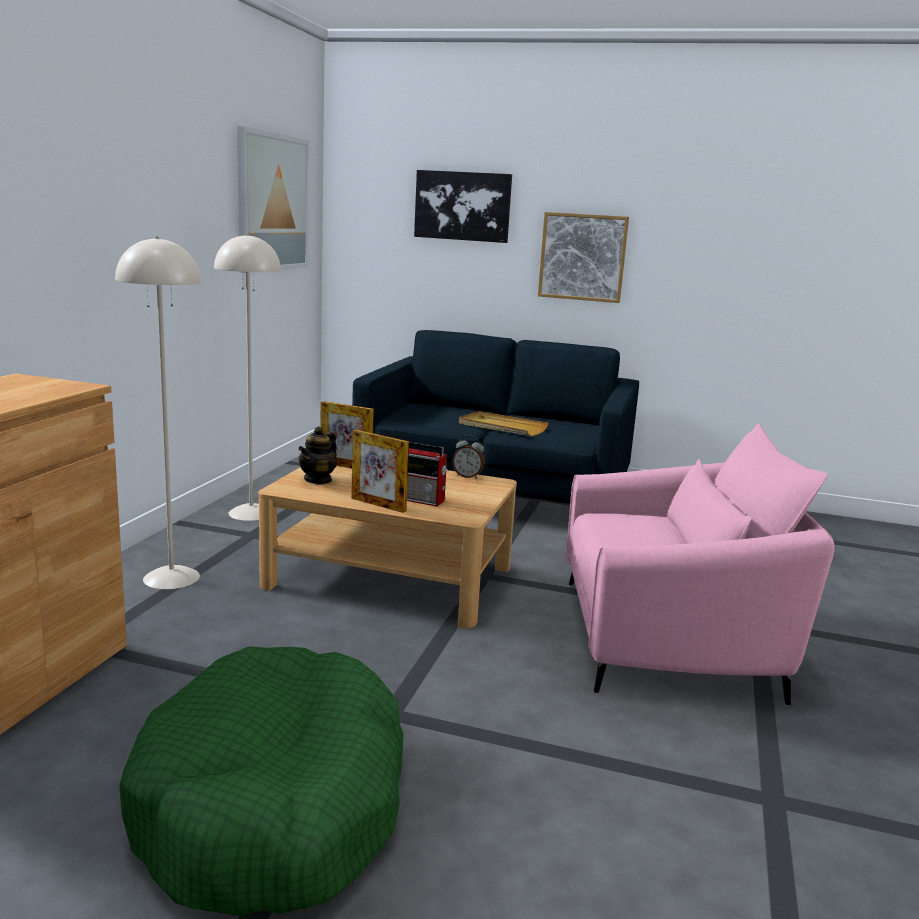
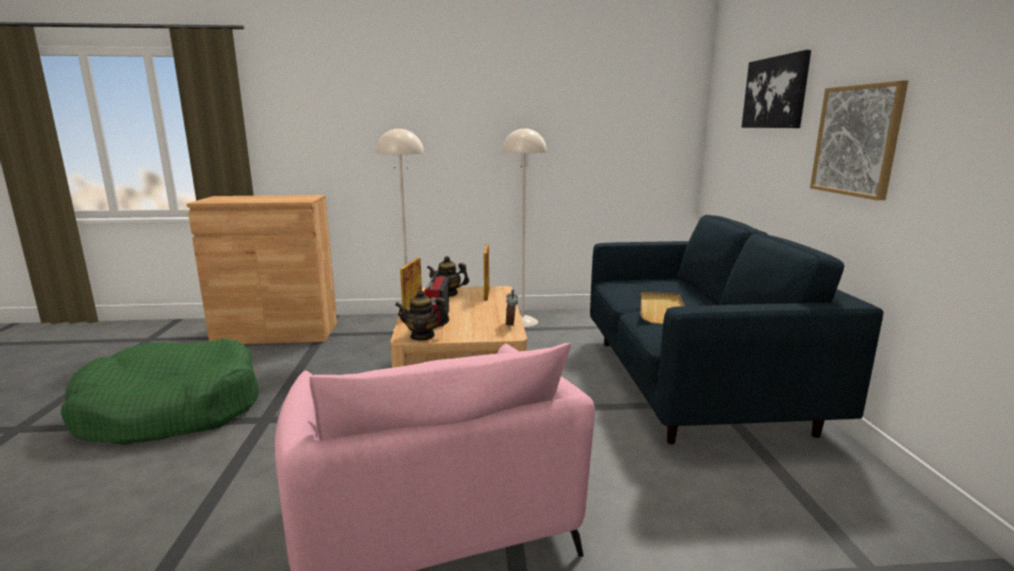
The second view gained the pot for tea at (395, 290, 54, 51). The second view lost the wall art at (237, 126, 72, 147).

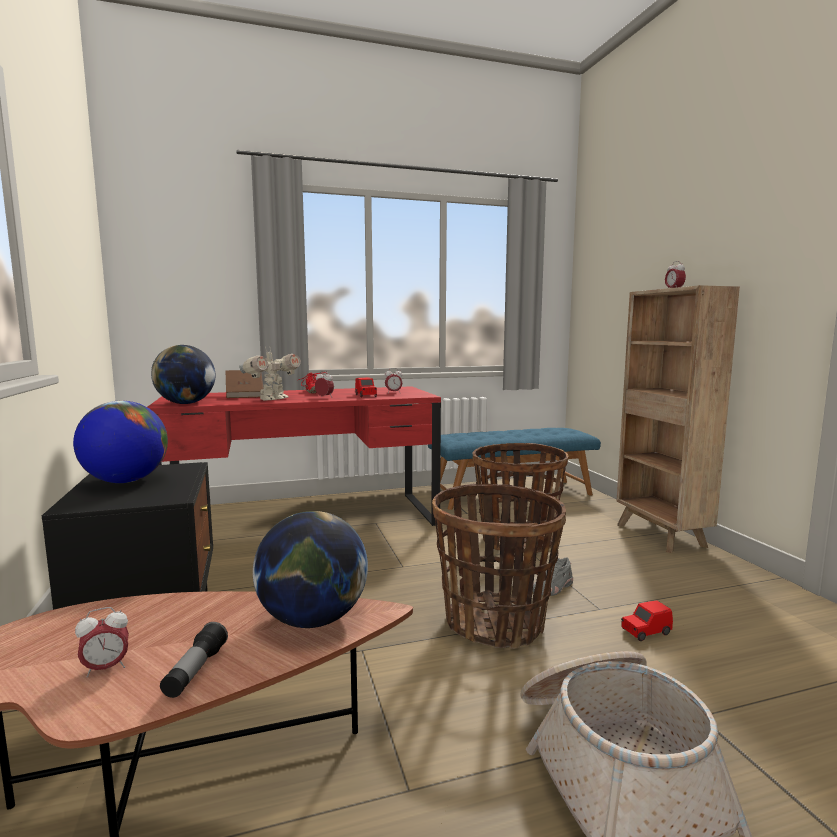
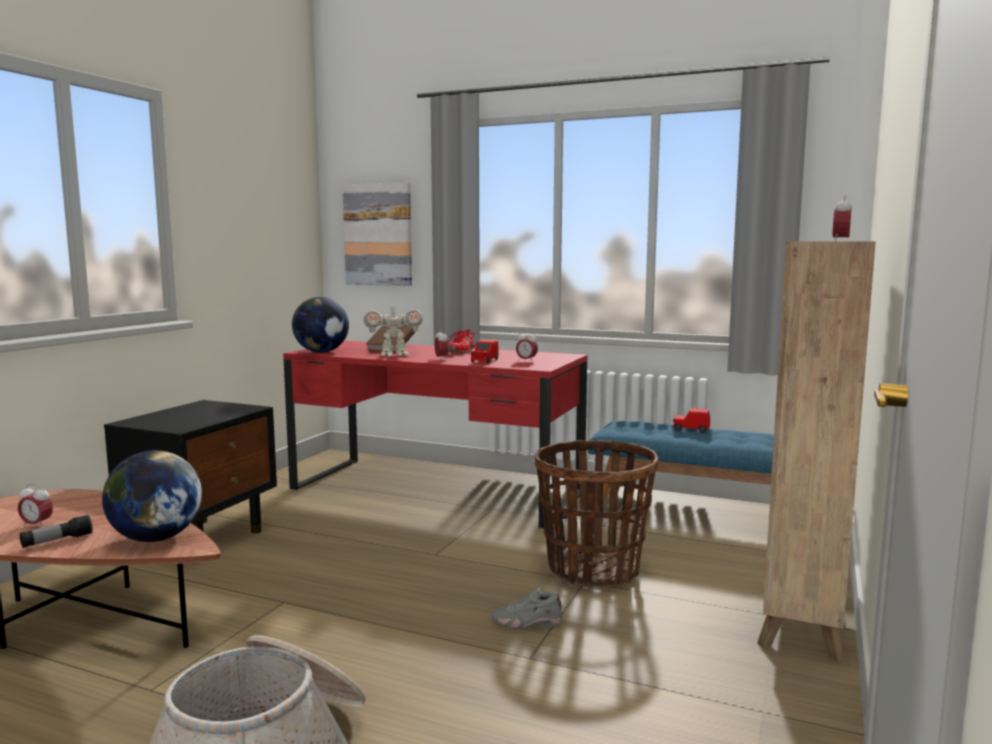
The second view gained the wall art at (342, 182, 70, 104). The red miniature car ended up elsewhere, having gone from (621, 601, 52, 40) to (673, 408, 37, 25). The second view lost the world globe at (73, 401, 95, 82). The second view lost the storage basket at (432, 483, 134, 166).

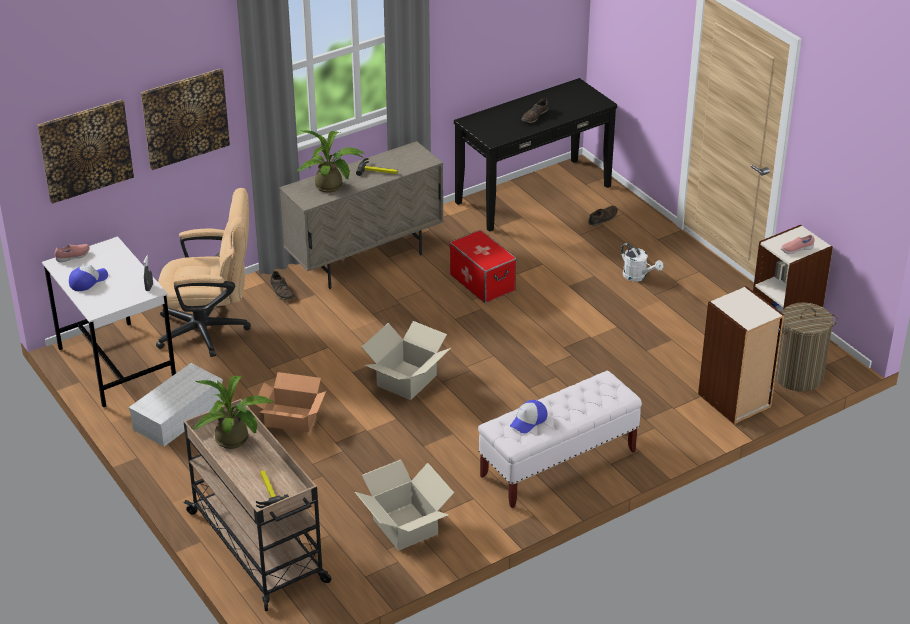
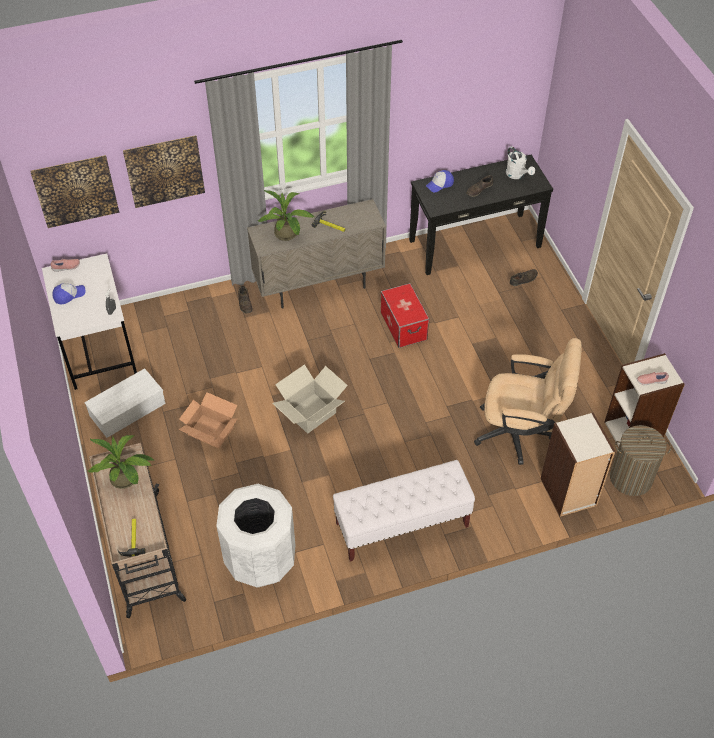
Where the cardboard box stood at (355, 460, 99, 91), the white-coloured rubbish bin came to stand at (216, 484, 79, 103). The peaked cap ended up elsewhere, having gone from (510, 400, 38, 33) to (426, 170, 28, 23). The beige desk chair ended up elsewhere, having gone from (156, 188, 95, 169) to (474, 338, 108, 127). The white-coloured watering pot ended up elsewhere, having gone from (621, 243, 42, 39) to (506, 146, 29, 33).

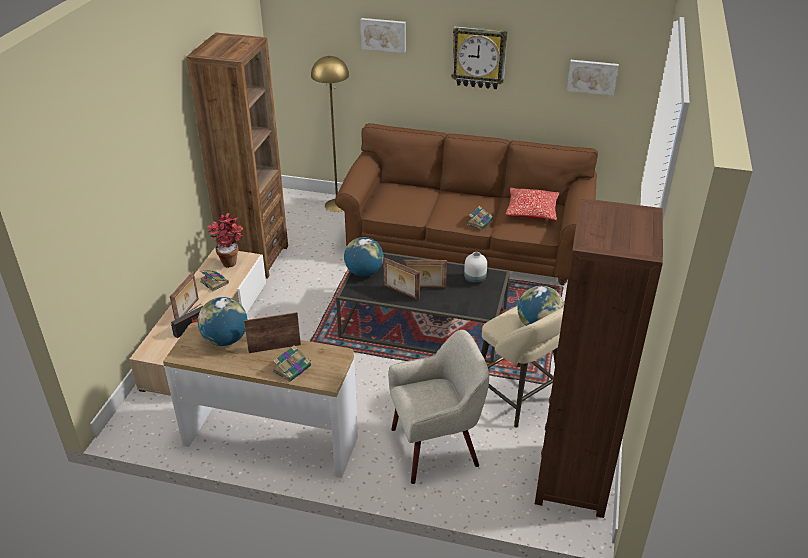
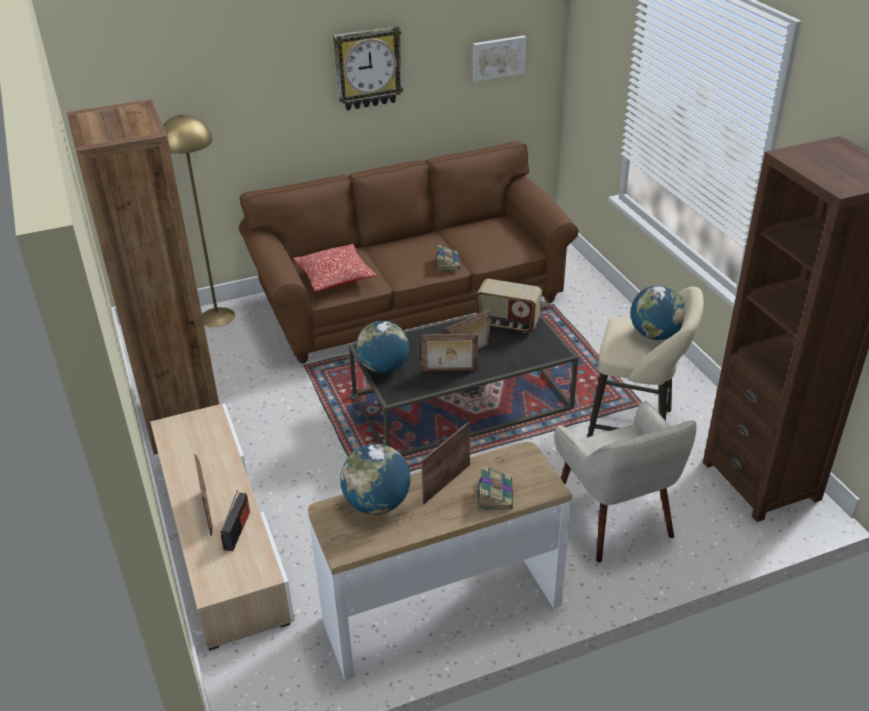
The pillow ended up elsewhere, having gone from (506, 187, 53, 34) to (293, 244, 84, 47). Where the white-coloured decorative vase stood at (464, 252, 23, 32), the radio set came to stand at (476, 279, 66, 54). The beige easy chair at (388, 330, 101, 154) ended up facing another way, 120 degrees clockwise from before. The second view lost the bound book at (200, 270, 29, 22). The second view lost the potted plant at (208, 213, 35, 55). The second view lost the wall art at (361, 18, 45, 35).

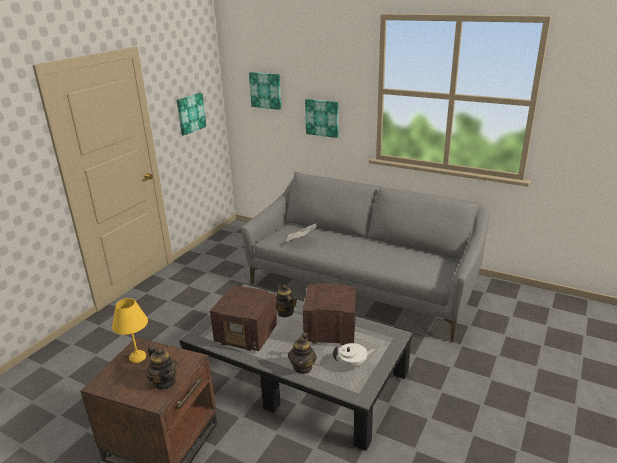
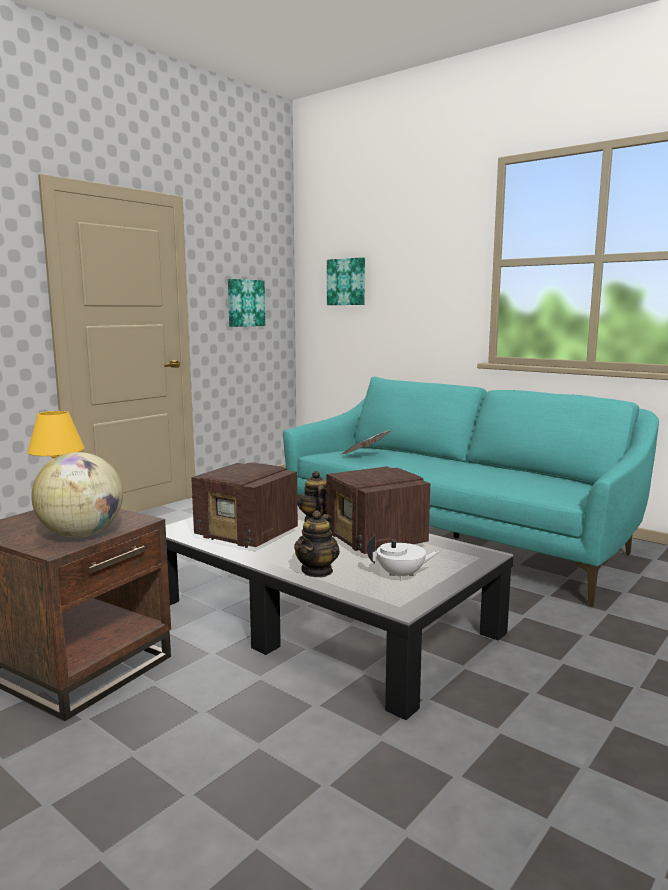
Where the pot for tea stood at (146, 345, 32, 44), the world globe came to stand at (31, 452, 92, 86). What was the grey settee at (241, 172, 249, 170) turned into the blue-green settee at (283, 376, 376, 231). The radio set at (303, 283, 53, 62) ended up facing another way, 135 degrees counterclockwise from before. The second view lost the wall art at (305, 99, 33, 39).

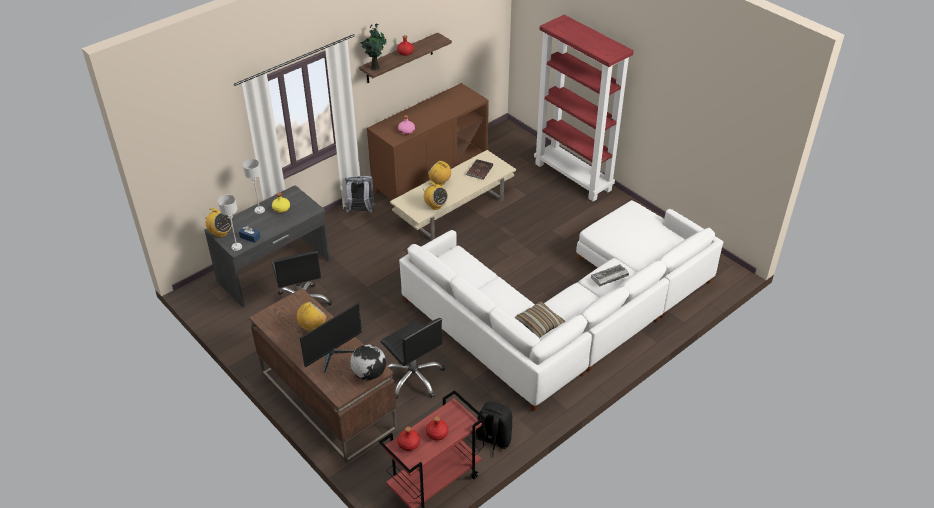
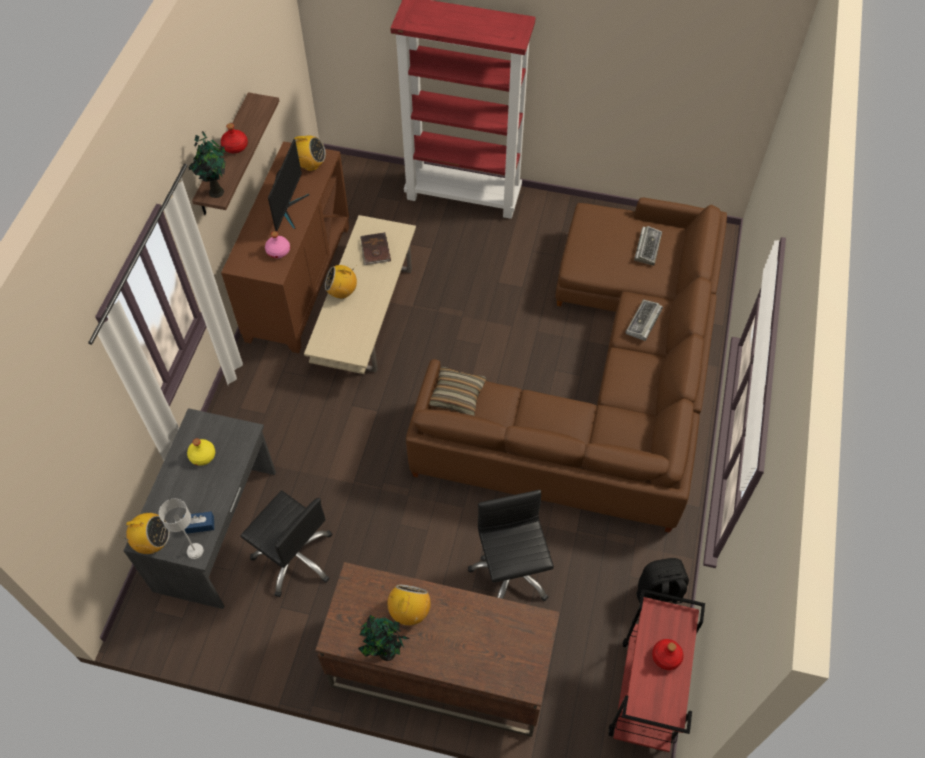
The computer display ended up elsewhere, having gone from (300, 303, 62, 70) to (268, 139, 41, 92). The radio set ended up elsewhere, having gone from (423, 182, 25, 28) to (294, 135, 32, 36). The second view gained the potted plant at (358, 615, 52, 46). What was the white-coloured settee at (399, 200, 324, 212) turned into the brown-coloured settee at (406, 197, 321, 336). The pillow ended up elsewhere, having gone from (515, 301, 50, 37) to (429, 367, 58, 49). The black-coloured desk chair at (381, 318, 64, 81) ended up facing another way, 120 degrees counterclockwise from before. The second view gained the PC keyboard at (634, 226, 28, 40). The second view lost the grey lamp for a table at (243, 159, 22, 55). The second view lost the grey backpack at (345, 176, 31, 38). The second view lost the world globe at (350, 345, 36, 35). The second view lost the red beverage bottle at (397, 426, 23, 25).

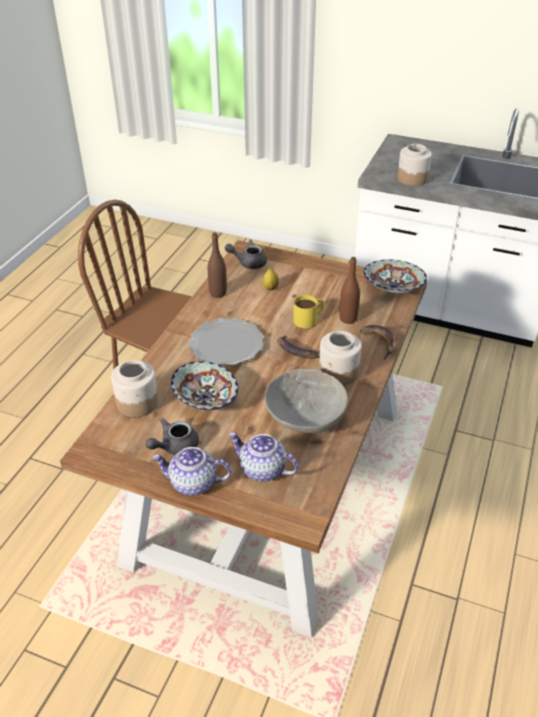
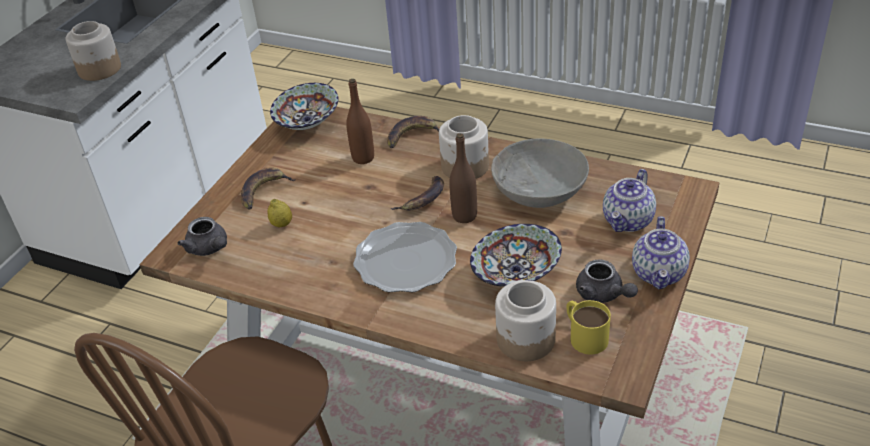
The grey pot for tea at (225, 239, 42, 30) ended up facing another way, 45 degrees counterclockwise from before. The second view gained the whole banana at (241, 168, 55, 41). The brown-coloured beverage bottle ended up elsewhere, having gone from (208, 232, 19, 66) to (449, 133, 28, 90). The yellow-coloured tea mug ended up elsewhere, having gone from (293, 295, 31, 33) to (567, 300, 44, 55).

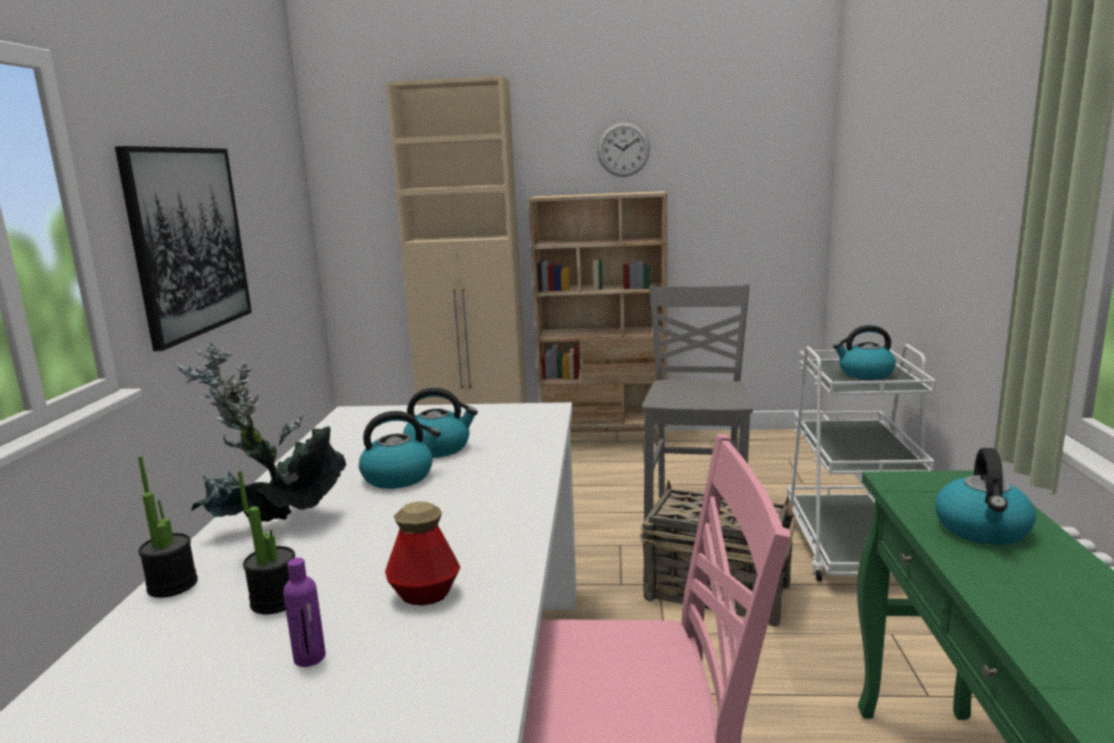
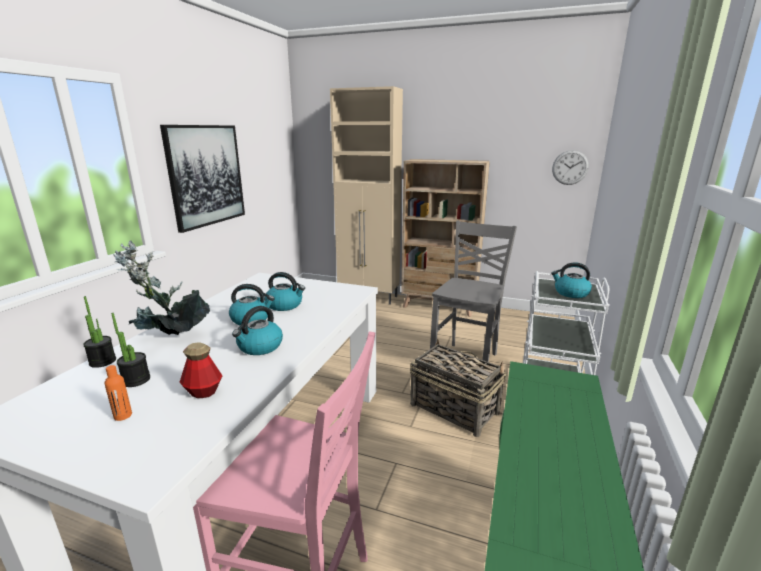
What was the purple-coloured beverage bottle at (283, 558, 43, 109) turned into the orange beverage bottle at (105, 365, 27, 56). The kettle ended up elsewhere, having gone from (935, 448, 101, 97) to (232, 306, 51, 49). The wall clock ended up elsewhere, having gone from (597, 122, 53, 55) to (552, 150, 37, 35).

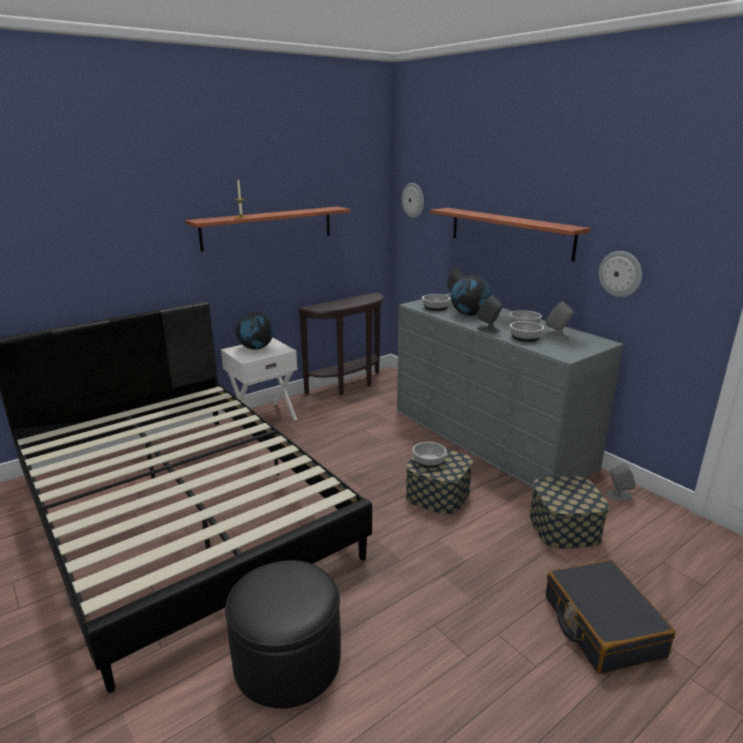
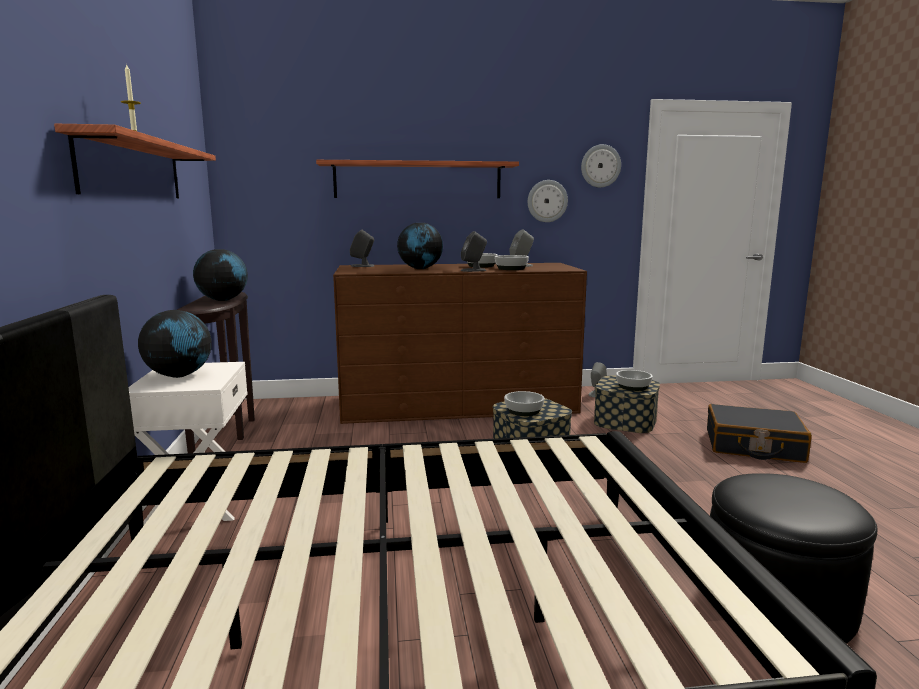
The second view gained the world globe at (193, 249, 55, 52). What was the grey dresser at (397, 293, 227, 195) turned into the brown-coloured dresser at (333, 263, 254, 161). The wall clock ended up elsewhere, having gone from (402, 183, 22, 35) to (581, 144, 40, 44). The bowl ended up elsewhere, having gone from (422, 294, 29, 17) to (616, 370, 37, 21).

